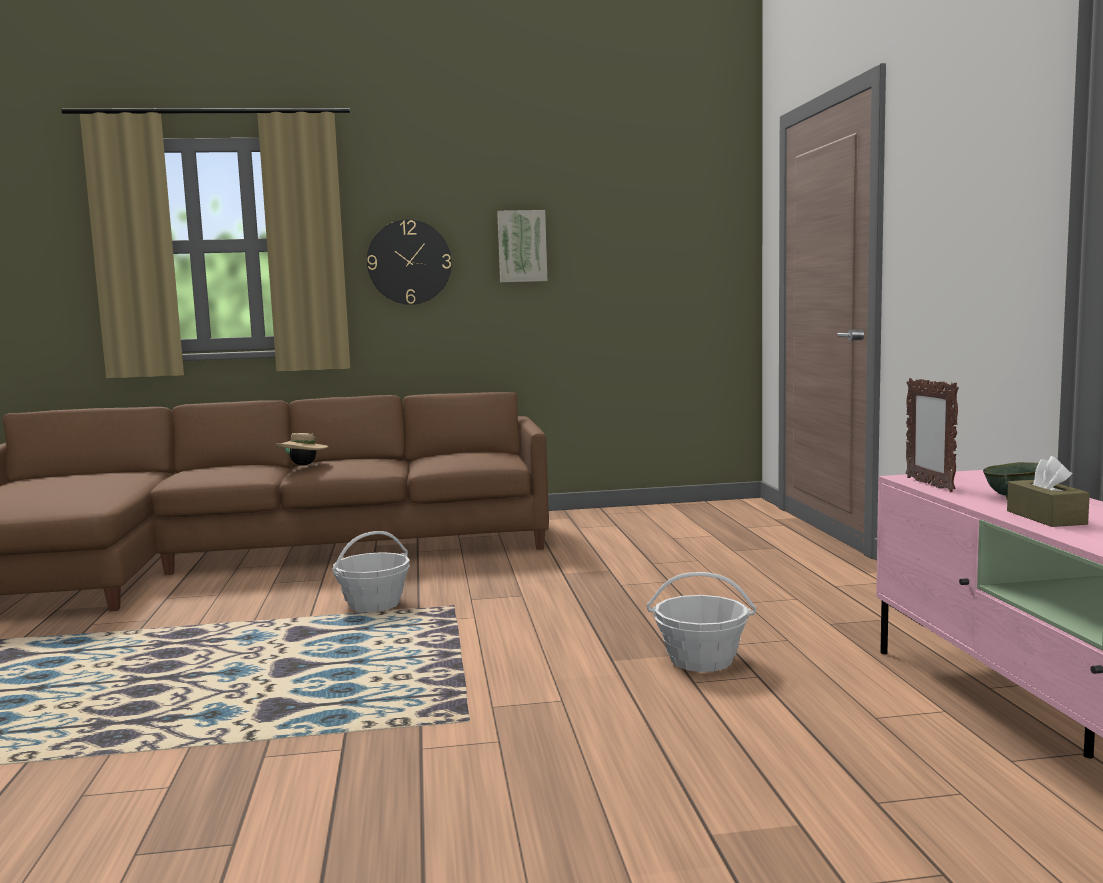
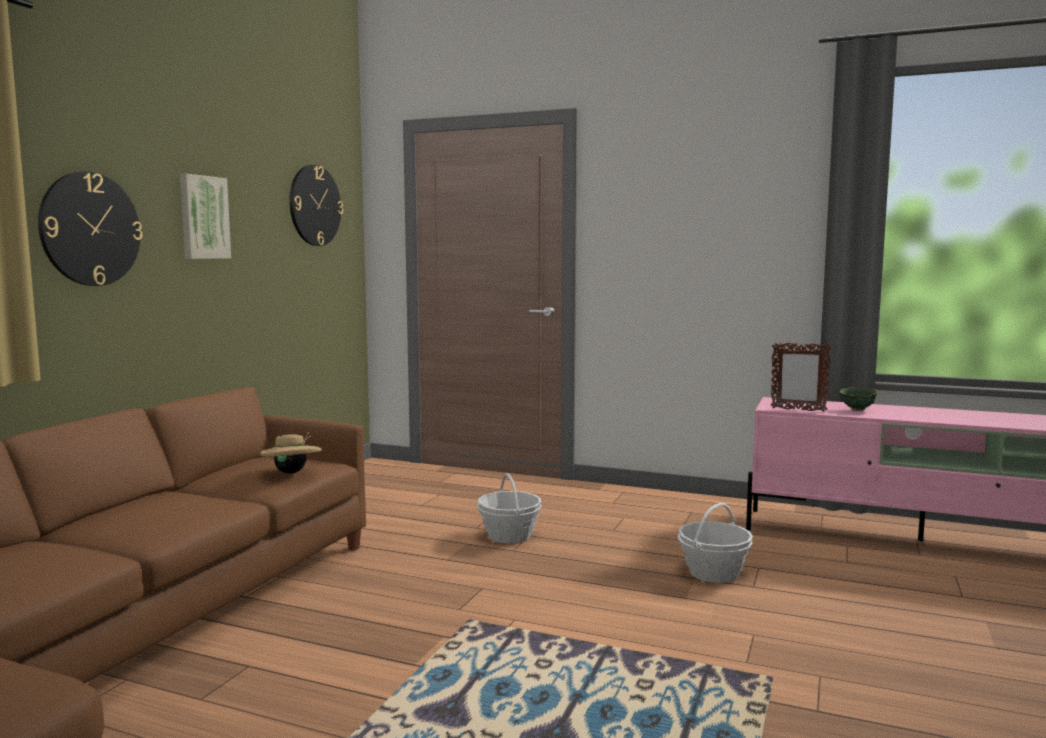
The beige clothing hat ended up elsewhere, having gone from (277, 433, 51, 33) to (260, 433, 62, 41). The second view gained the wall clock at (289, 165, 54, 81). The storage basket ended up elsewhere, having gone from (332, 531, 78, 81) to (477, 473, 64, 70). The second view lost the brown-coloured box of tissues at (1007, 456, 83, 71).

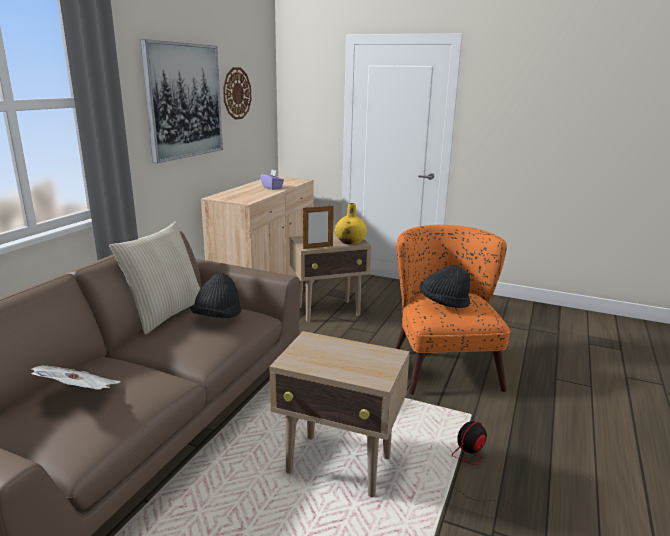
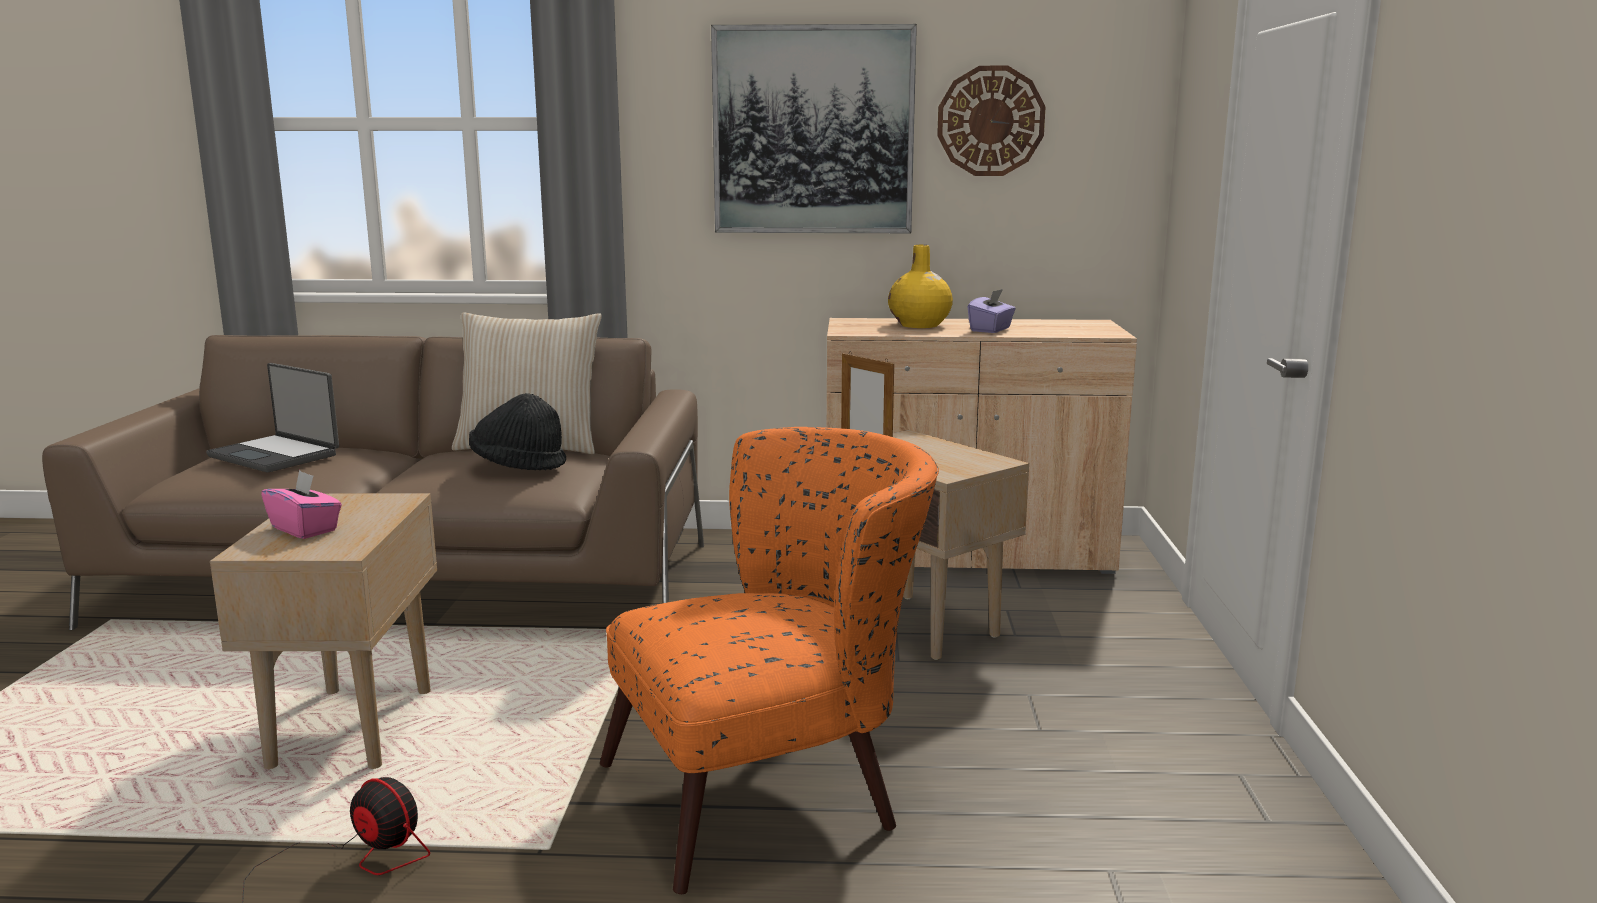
Where the newspaper stood at (31, 365, 90, 25), the laptop came to stand at (206, 363, 133, 109). The second view gained the pinkish box of tissues at (261, 470, 81, 69). The yellow-coloured decorative vase ended up elsewhere, having gone from (335, 203, 32, 42) to (888, 245, 65, 83). The second view lost the black-coloured clothing hat at (420, 265, 50, 43).

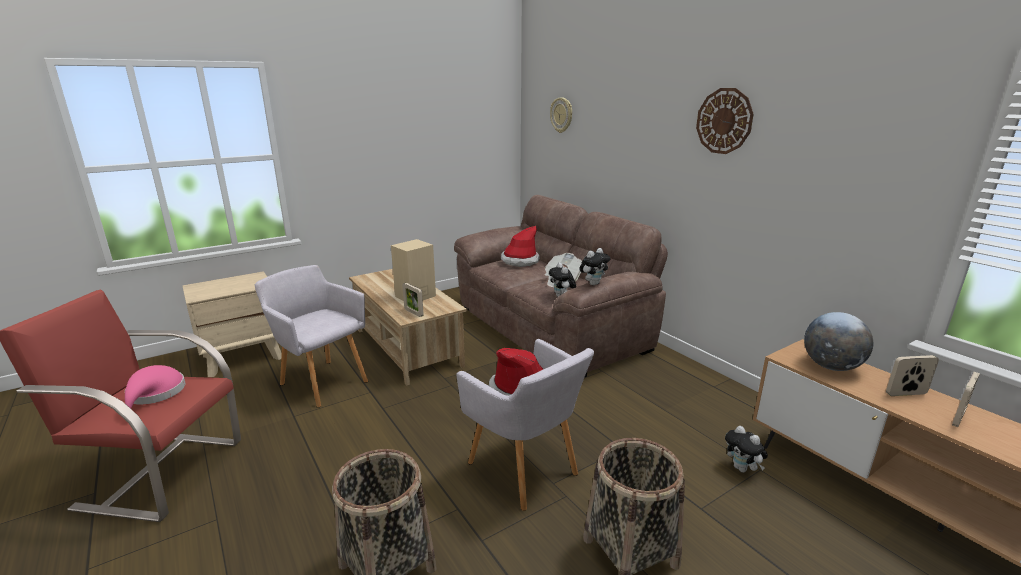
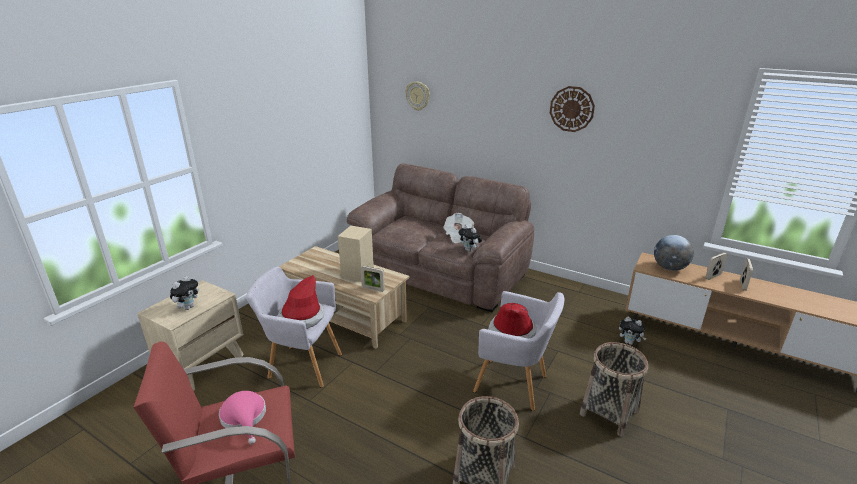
The plush toy ended up elsewhere, having gone from (579, 248, 31, 37) to (170, 276, 29, 34). The clothing hat ended up elsewhere, having gone from (501, 226, 39, 41) to (278, 275, 46, 54).

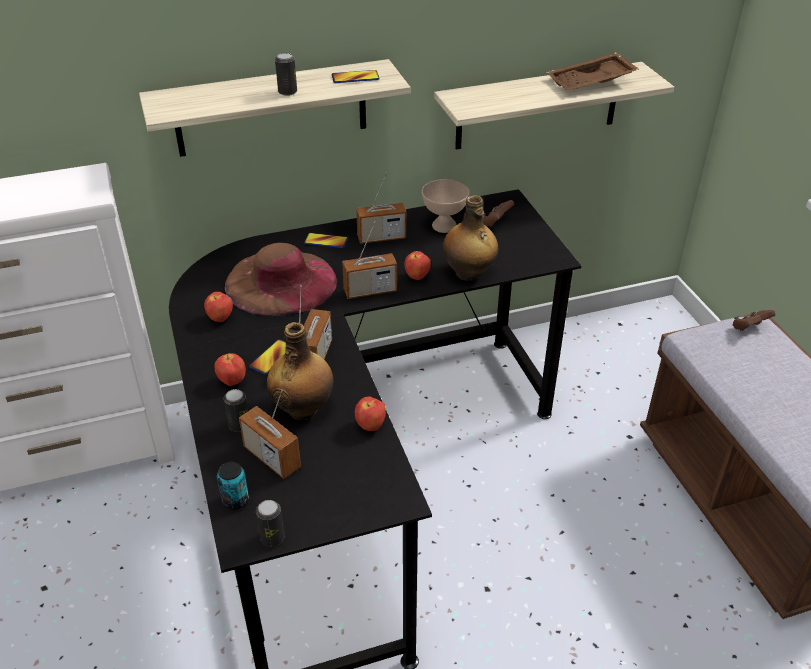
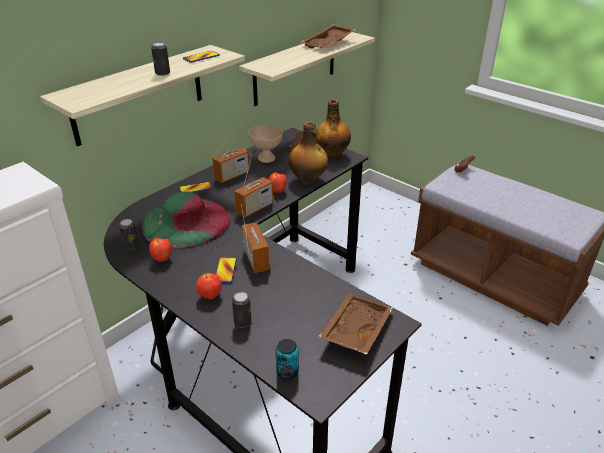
The metal can ended up elsewhere, having gone from (256, 500, 29, 47) to (119, 219, 20, 31). What was the brown-coloured clothing hat at (225, 243, 112, 73) turned into the greenish clothing hat at (142, 192, 89, 57). The beverage bottle ended up elsewhere, having gone from (267, 322, 66, 98) to (316, 99, 35, 60). The second view gained the brown-coloured tray at (318, 292, 75, 63). The second view lost the radio set at (239, 390, 62, 89). The second view lost the apple at (355, 397, 31, 34).

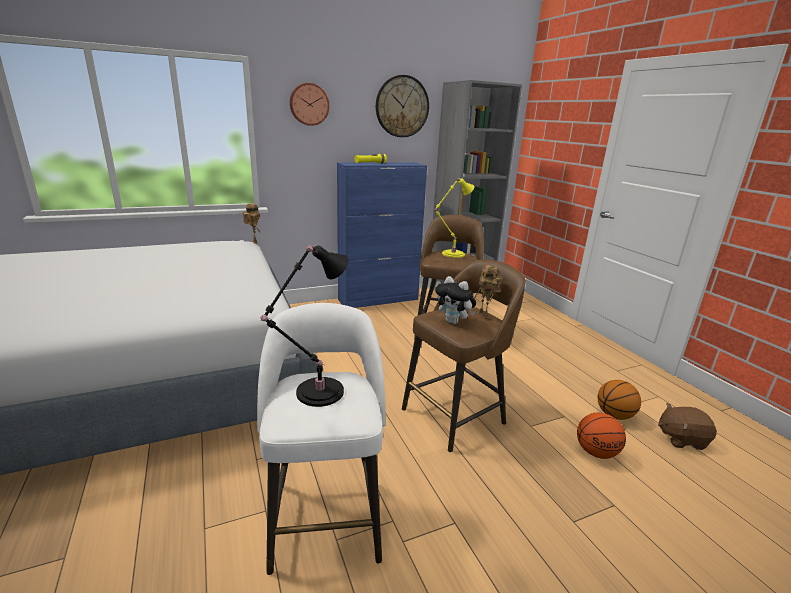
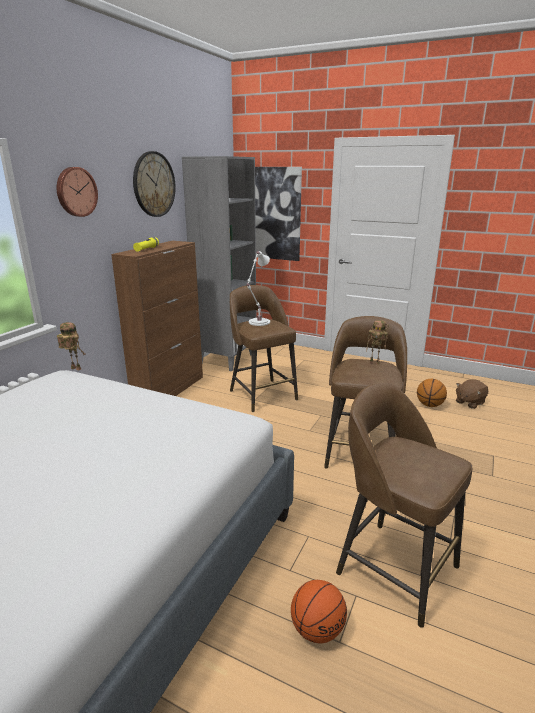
What was the blue-coloured cabinet at (337, 162, 90, 146) turned into the brown-coloured cabinet at (111, 241, 92, 155). What was the yellow-coloured lamp for a table at (434, 178, 40, 80) turned into the white-coloured lamp for a table at (247, 251, 23, 75). The second view gained the wall art at (255, 167, 47, 94). The basketball ball ended up elsewhere, having gone from (577, 412, 49, 47) to (291, 580, 56, 63). What was the white-coloured stool at (257, 303, 129, 272) turned into the brown-coloured stool at (336, 383, 137, 245). The second view lost the black-coloured lamp for a table at (261, 245, 88, 162). The second view lost the plush toy at (435, 276, 41, 48).

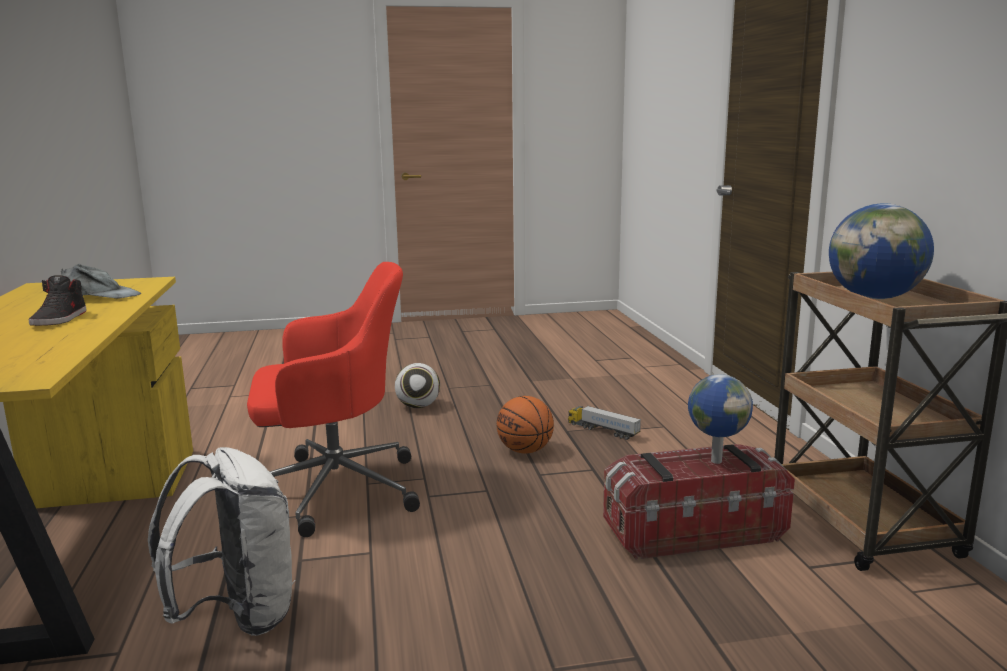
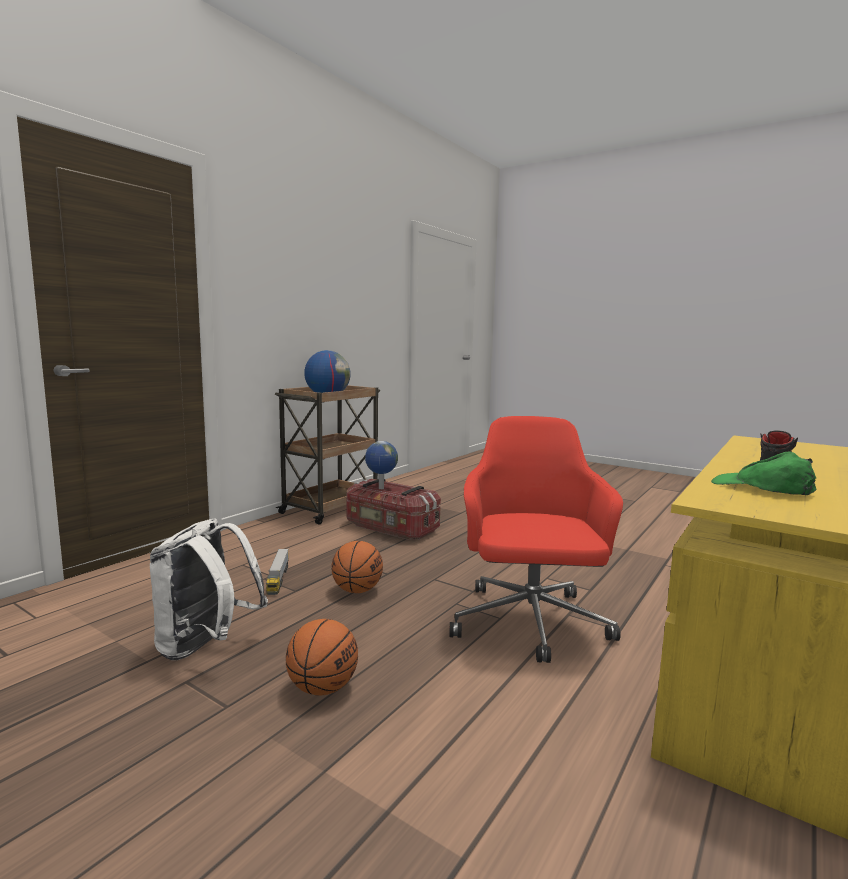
The white-coloured backpack ended up elsewhere, having gone from (148, 447, 147, 189) to (150, 519, 118, 141). Where the ball for football stood at (395, 363, 45, 45), the basketball ball came to stand at (286, 619, 72, 77). The red desk chair at (247, 262, 173, 275) ended up facing another way, 60 degrees clockwise from before. What was the grey peaked cap at (61, 264, 80, 34) turned into the greenish peaked cap at (711, 451, 105, 44).

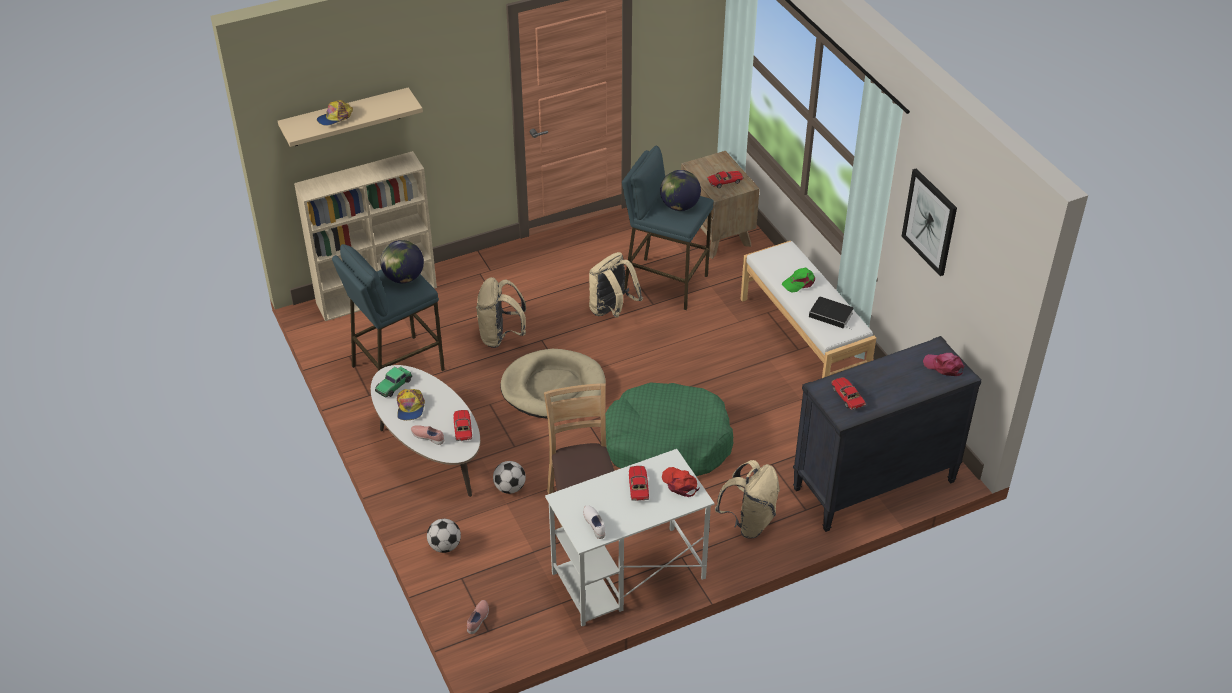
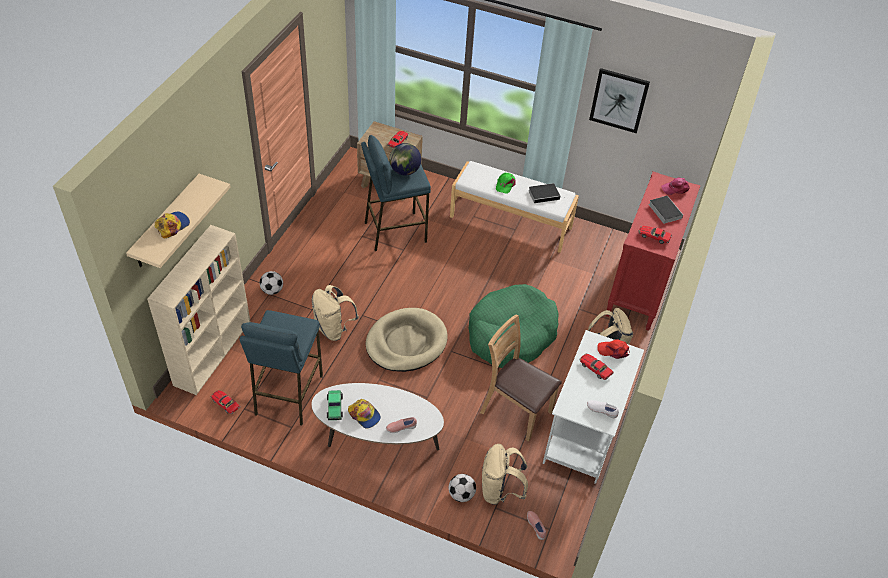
The peaked cap at (317, 100, 36, 26) ended up facing another way, 150 degrees counterclockwise from before. The miniature car ended up elsewhere, having gone from (454, 410, 18, 31) to (210, 390, 31, 24). The ball for football ended up elsewhere, having gone from (493, 461, 33, 33) to (259, 271, 24, 24). The beige backpack ended up elsewhere, having gone from (589, 252, 54, 66) to (482, 444, 46, 61). What was the black-coloured dresser at (793, 336, 189, 196) turned into the red dresser at (606, 172, 95, 159). The second view gained the bound book at (649, 196, 34, 28). The second view lost the world globe at (380, 240, 44, 43).

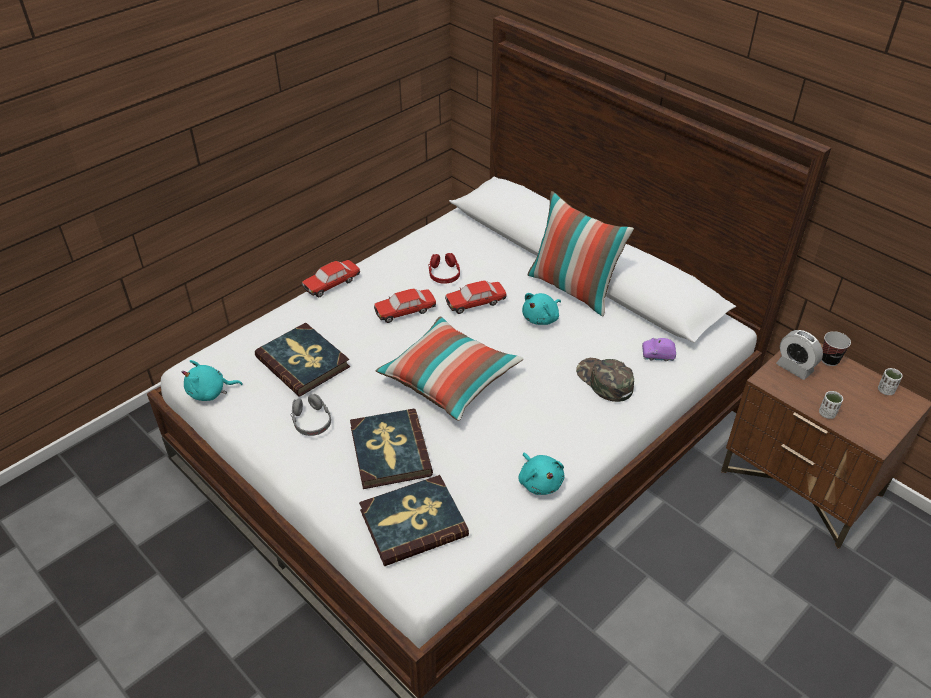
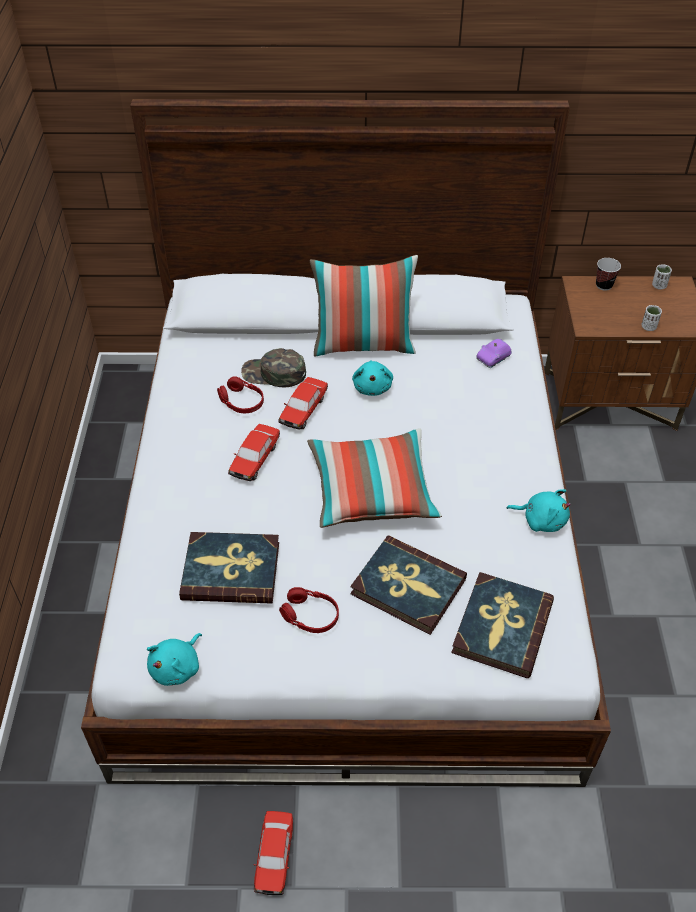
The greenish peaked cap ended up elsewhere, having gone from (576, 358, 58, 44) to (241, 348, 65, 39). The miniature car ended up elsewhere, having gone from (302, 260, 58, 37) to (253, 811, 40, 84). What was the grey headphones at (291, 394, 40, 42) turned into the red headphones at (279, 587, 60, 46). The second view lost the alarm clock at (776, 330, 47, 50).

